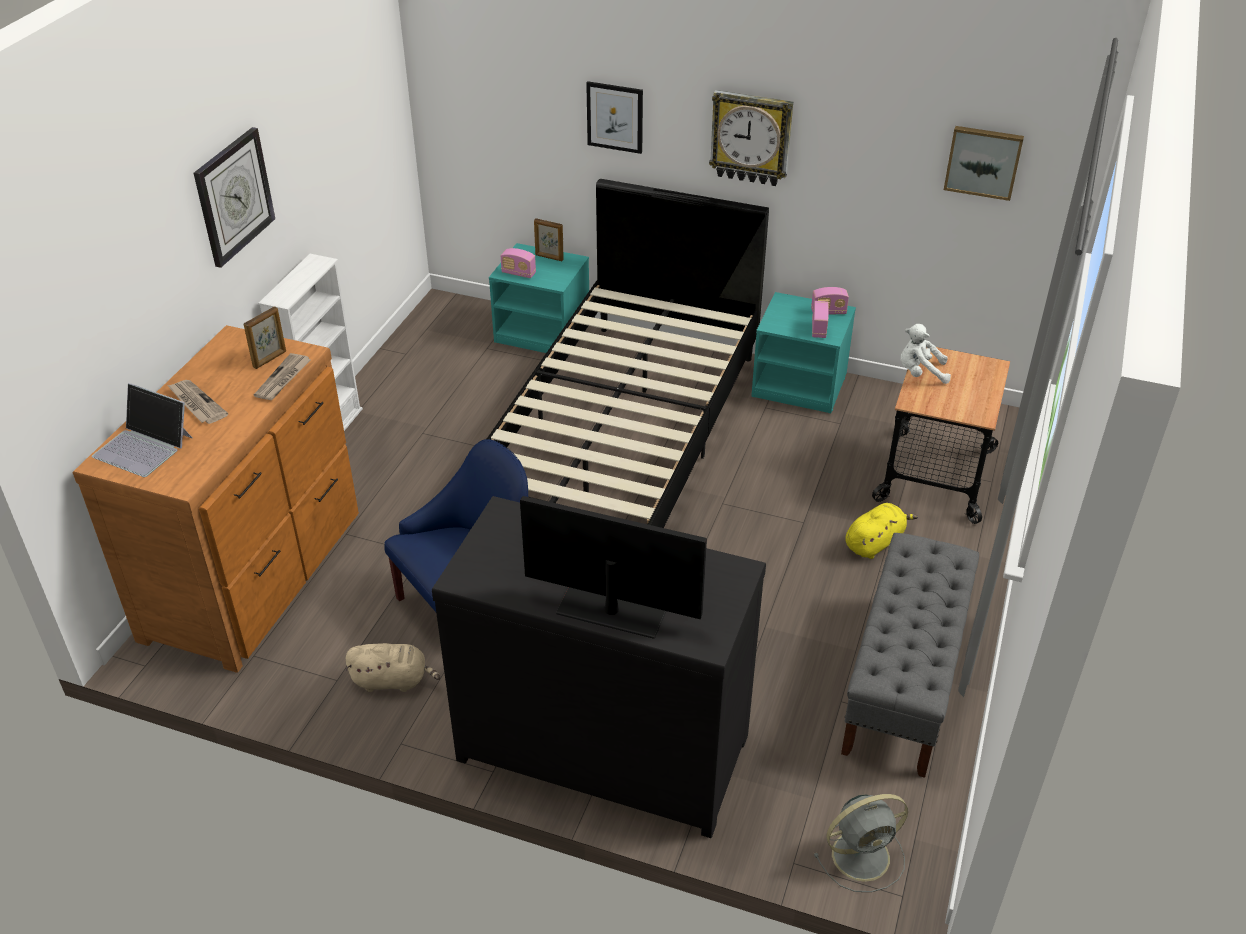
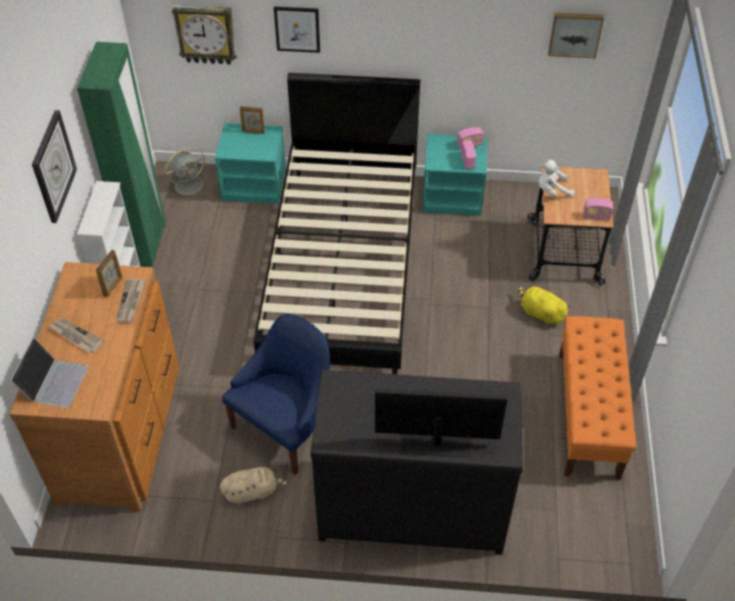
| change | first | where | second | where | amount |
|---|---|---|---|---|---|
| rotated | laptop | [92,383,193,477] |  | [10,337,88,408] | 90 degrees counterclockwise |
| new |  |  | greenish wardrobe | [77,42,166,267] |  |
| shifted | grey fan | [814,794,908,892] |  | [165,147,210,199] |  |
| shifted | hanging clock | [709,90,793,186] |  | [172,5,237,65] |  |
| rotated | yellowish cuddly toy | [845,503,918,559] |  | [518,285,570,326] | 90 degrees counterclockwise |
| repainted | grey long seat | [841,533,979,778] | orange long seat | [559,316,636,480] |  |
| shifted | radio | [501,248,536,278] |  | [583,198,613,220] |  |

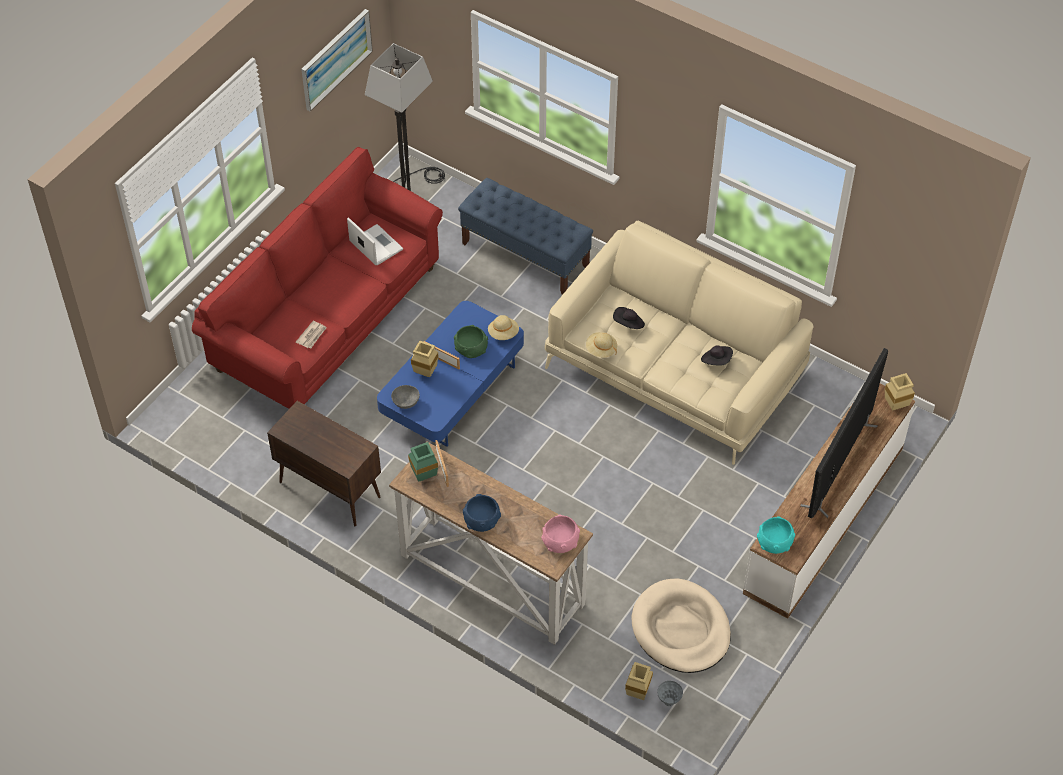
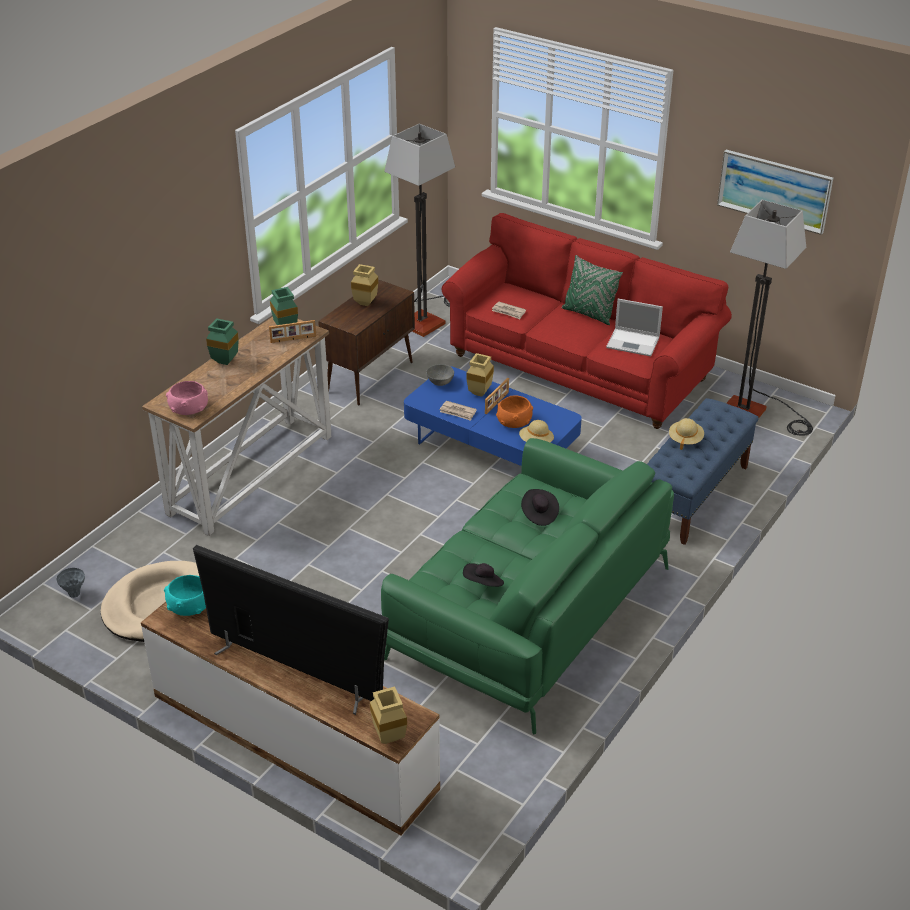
| change | first | where | second | where | amount |
|---|---|---|---|---|---|
| swapped | blue-coloured deep dish | [463,494,501,532] | greenish flower vase | [206,318,239,365] |  |
| shifted | beige-coloured flower vase | [625,662,653,700] |  | [351,264,378,306] |  |
| repainted | beige-coloured settee | [545,220,814,465] | greenish settee | [381,438,674,734] |  |
| new |  |  | standing lamp | [384,124,455,337] |  |
| new |  |  | printed paper | [440,401,477,421] |  |
| repainted | greenish deep dish | [454,325,488,358] | orange deep dish | [496,395,533,428] |  |
| new |  |  | greenish cushion | [562,255,623,325] |  |
| rotated | laptop | [347,217,403,265] |  | [606,299,663,356] | 60 degrees clockwise |
| shifted | beige-coloured clothing hat | [586,332,617,357] |  | [669,418,704,450] |  |

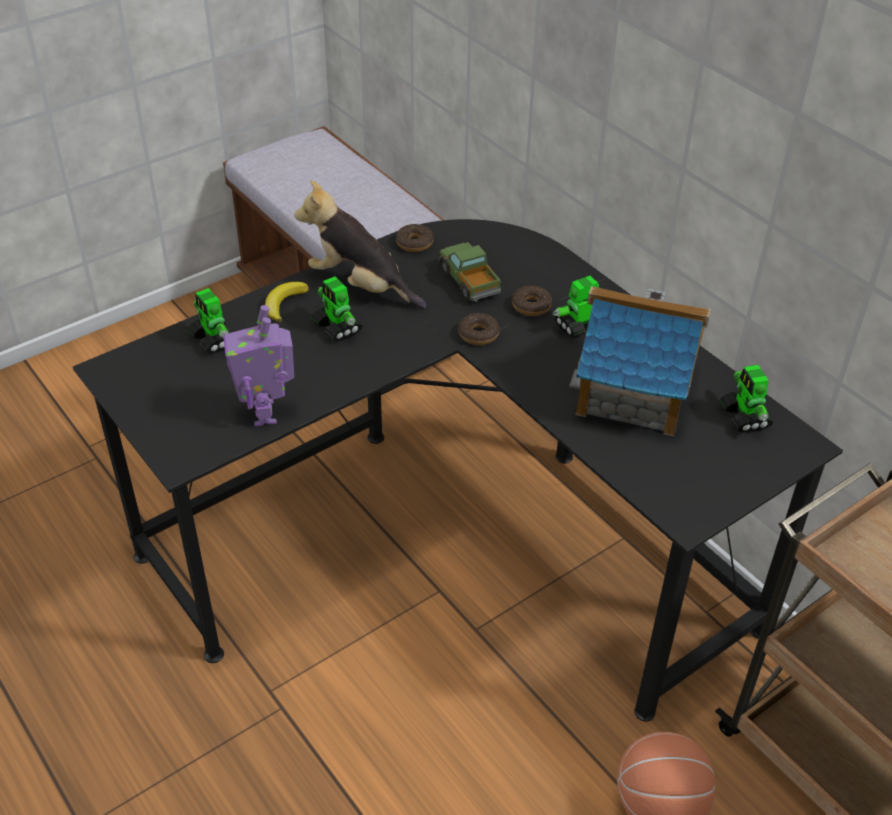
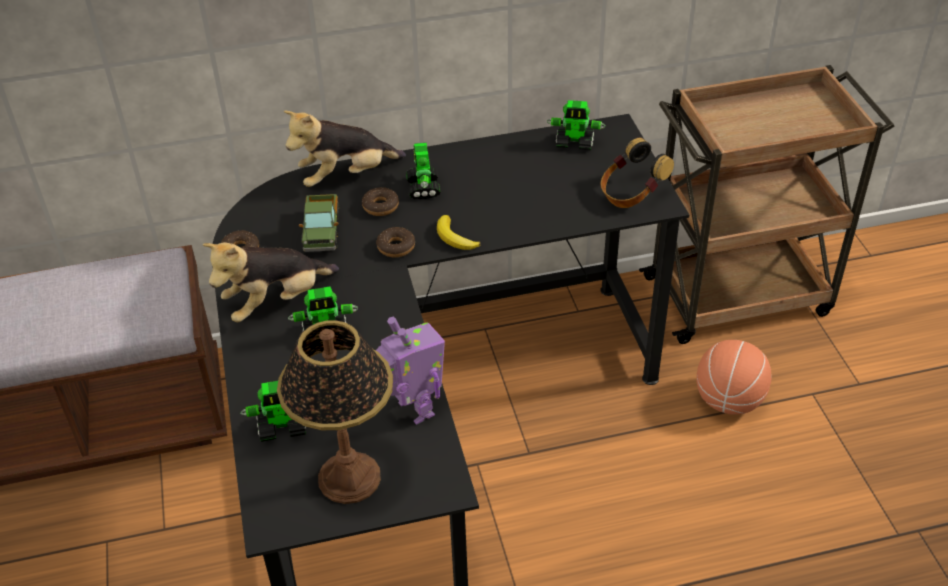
| change | first | where | second | where | amount |
|---|---|---|---|---|---|
| new |  |  | table lamp | [277,320,393,504] |  |
| new |  |  | cuddly toy | [284,110,406,187] |  |
| rotated | toy truck | [440,242,501,302] |  | [299,194,340,252] | 90 degrees counterclockwise |
| rotated | toy robot | [223,305,294,426] |  | [376,317,445,425] | 135 degrees counterclockwise |
| shifted | banana fruit | [265,282,309,322] |  | [437,215,480,250] |  |
| new |  |  | headset | [600,138,674,208] |  |
| gone | model house | [569,286,711,436] |  |  |  |

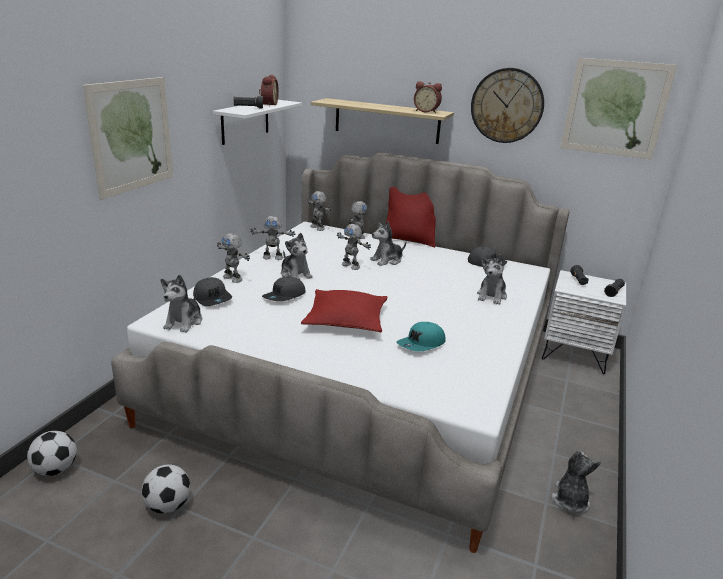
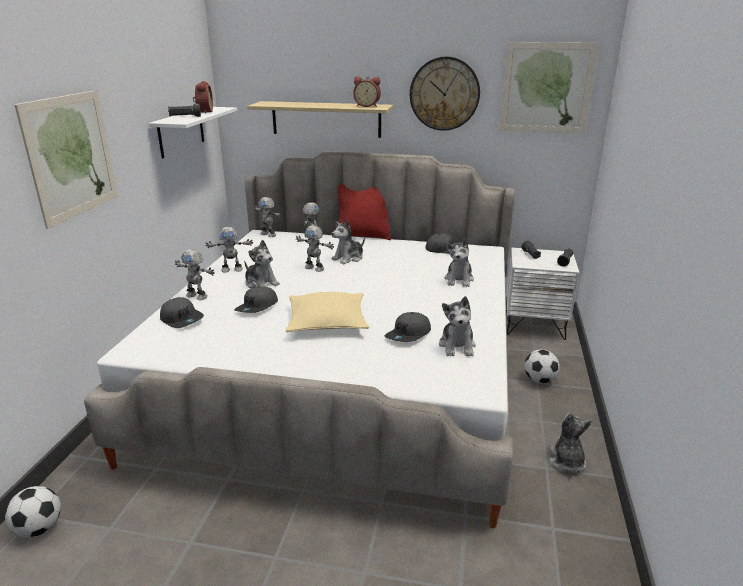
| change | first | where | second | where | amount |
|---|---|---|---|---|---|
| repainted | red cushion | [301,289,388,332] | beige-coloured cushion | [285,292,369,332] |  |
| repainted | blue-green cap | [396,322,446,351] | grey cap | [385,312,431,342] |  |
| shifted | cuddly toy | [161,275,202,333] |  | [439,296,476,356] |  |
| shifted | ball for football | [141,464,190,514] |  | [524,349,560,383] |  |

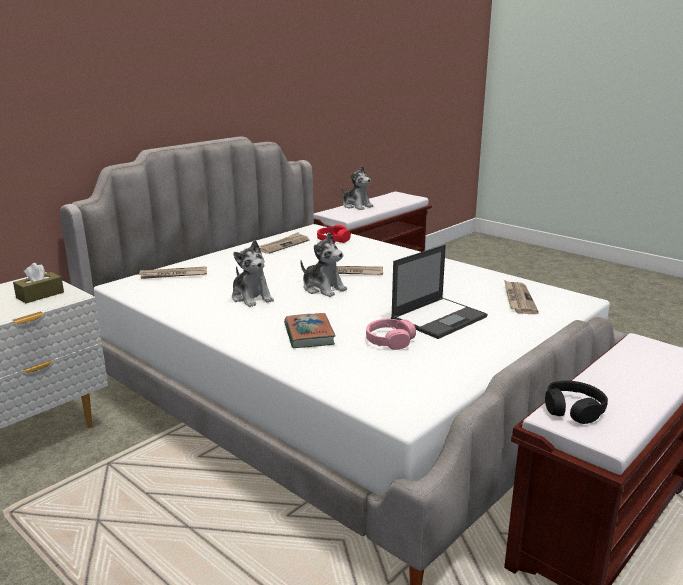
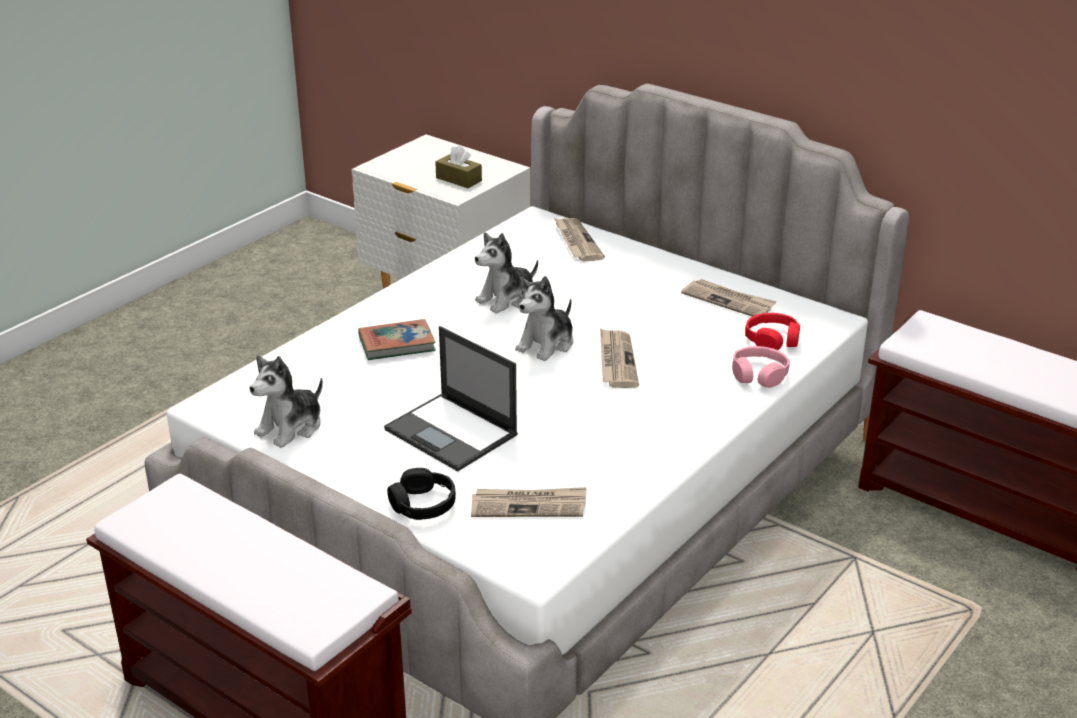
| change | first | where | second | where | amount |
|---|---|---|---|---|---|
| shifted | cuddly toy | [341,166,373,210] |  | [250,355,323,448] |  |
| shifted | black headset | [545,380,608,424] |  | [387,468,456,520] |  |
| shifted | pink headset | [366,319,416,350] |  | [732,346,790,388] |  |

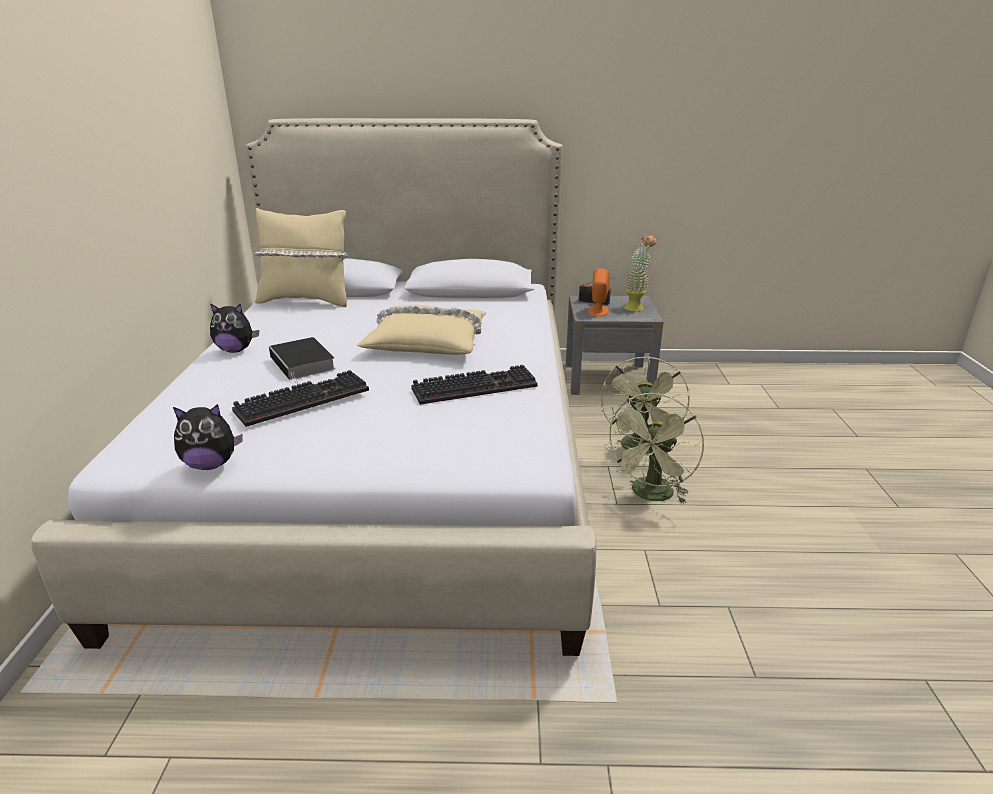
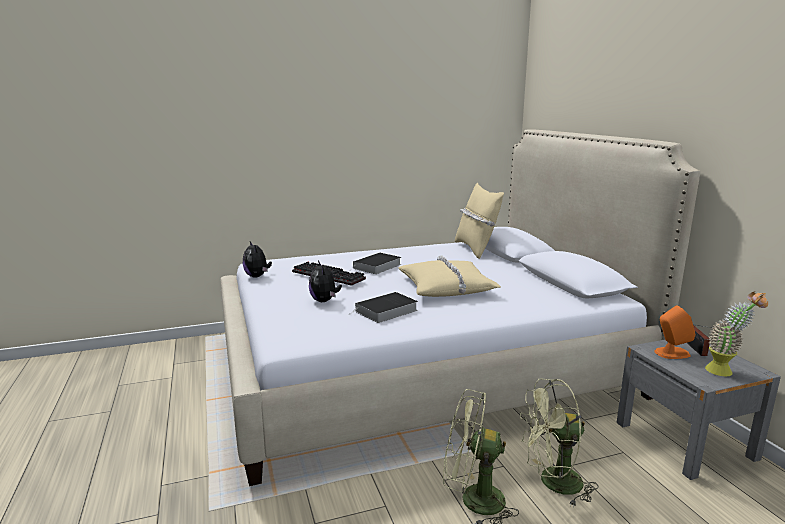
| change | first | where | second | where | amount |
|---|---|---|---|---|---|
| shifted | cuddly toy | [210,303,259,353] |  | [309,260,342,302] |  |
| swapped | PC keyboard | [411,365,538,405] | book | [350,292,418,323] |  |

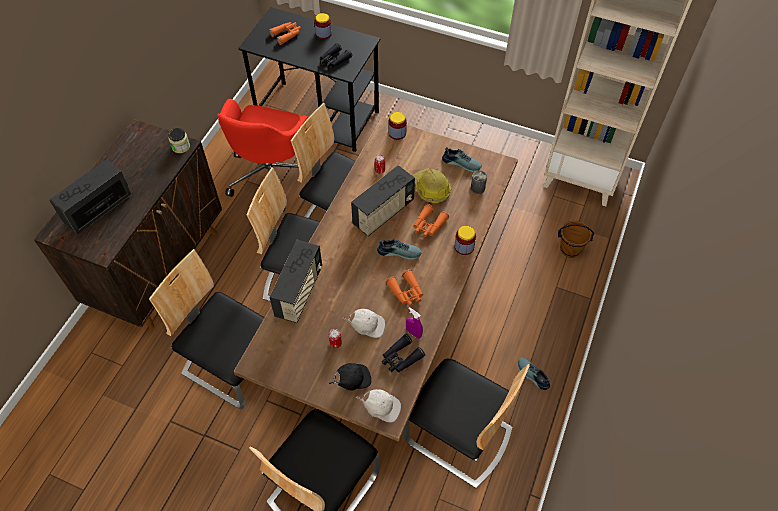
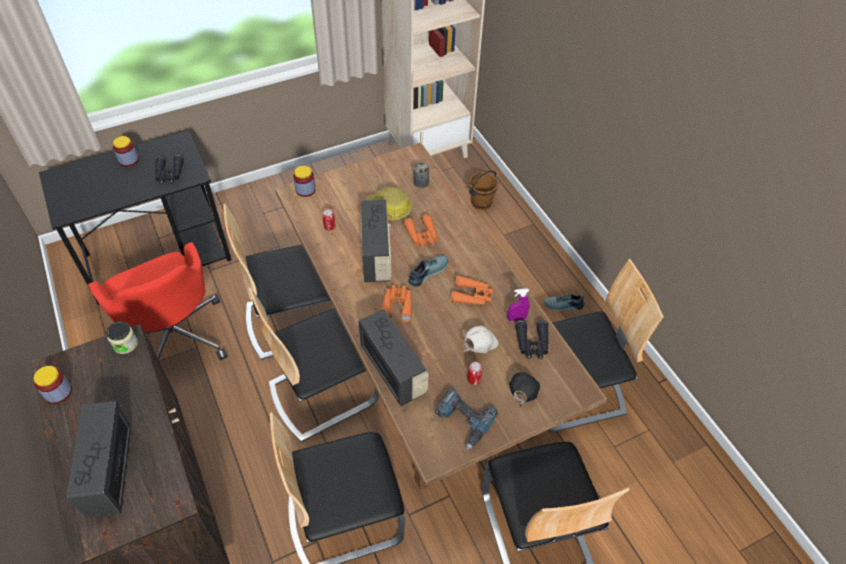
| change | first | where | second | where | amount |
|---|---|---|---|---|---|
| shifted | jar | [455,226,476,255] |  | [34,366,72,404] |  |
| shifted | orange field glasses | [269,22,301,45] |  | [381,285,412,322] |  |
| new |  |  | power drill | [435,388,498,450] |  |
| gone | white cap | [356,389,401,422] |  |  |  |
| gone | shoe | [442,147,482,172] |  |  |  |

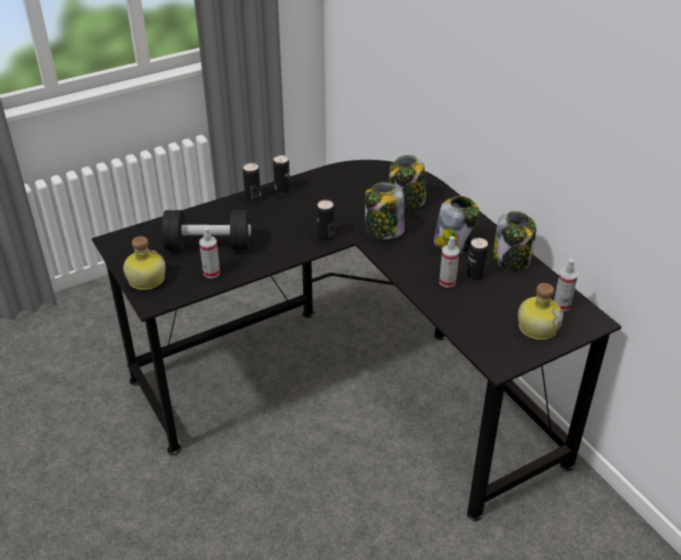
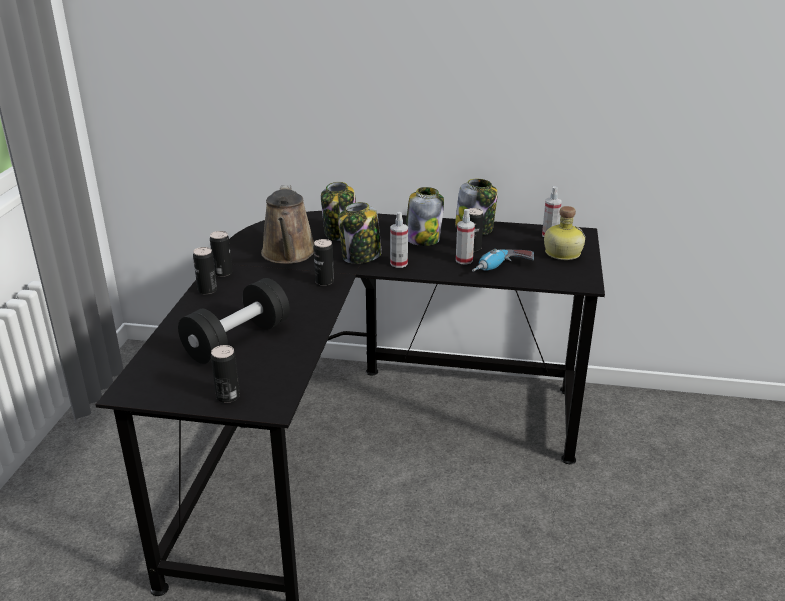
| change | first | where | second | where | amount |
|---|---|---|---|---|---|
| swapped | beverage bottle | [123,236,166,290] | can | [211,345,240,403] |  |
| new |  |  | brownish watering pot | [261,185,314,264] |  |
| shifted | spray bottle | [199,228,220,278] |  | [390,212,408,268] |  |
| new |  |  | power drill | [472,249,534,272] |  |

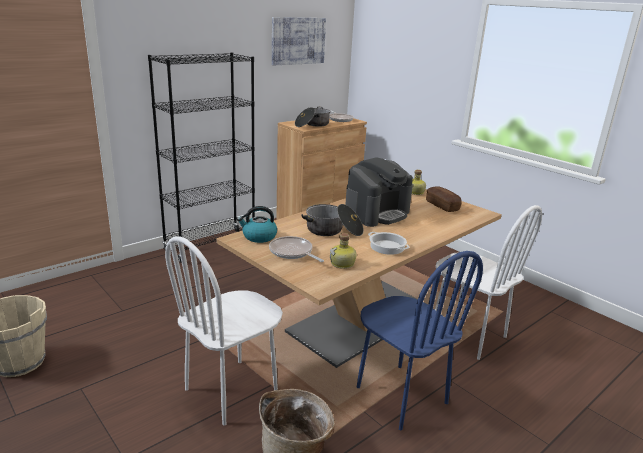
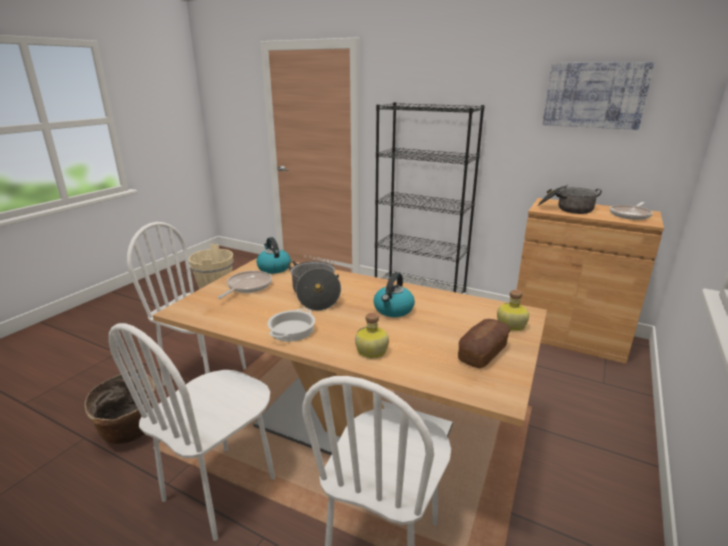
| change | first | where | second | where | amount |
|---|---|---|---|---|---|
| repainted | blue-coloured plain chair | [357,251,483,430] | white plain chair | [109,323,275,541] |  |
| shifted | beverage bottle | [330,233,357,269] |  | [355,313,389,359] |  |
| swapped | coffee brewer | [345,157,413,227] | water kettle | [374,272,415,317] |  |

